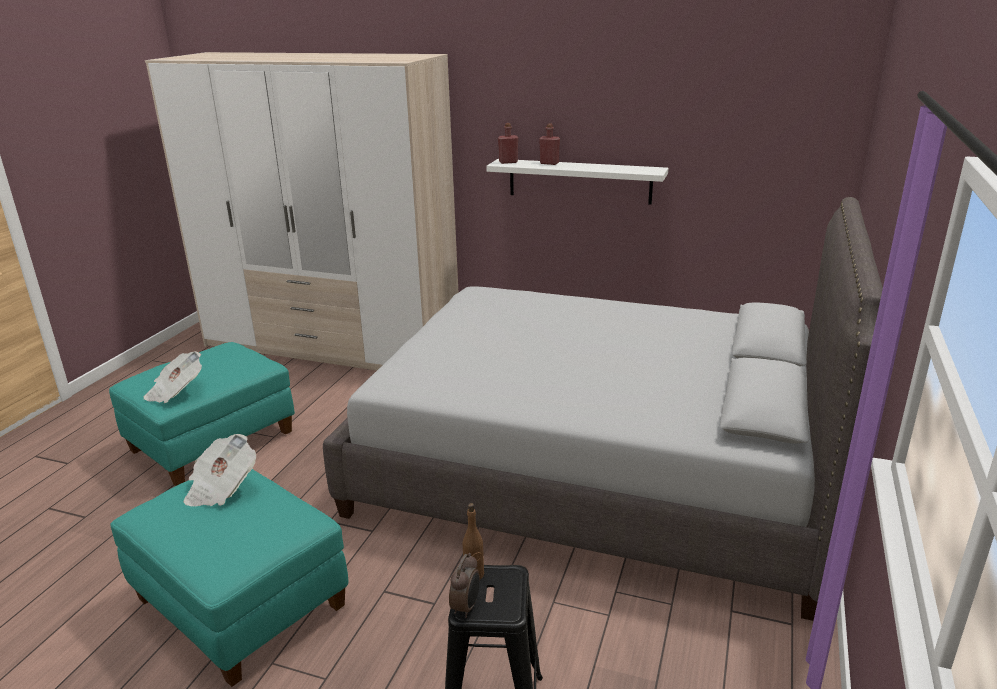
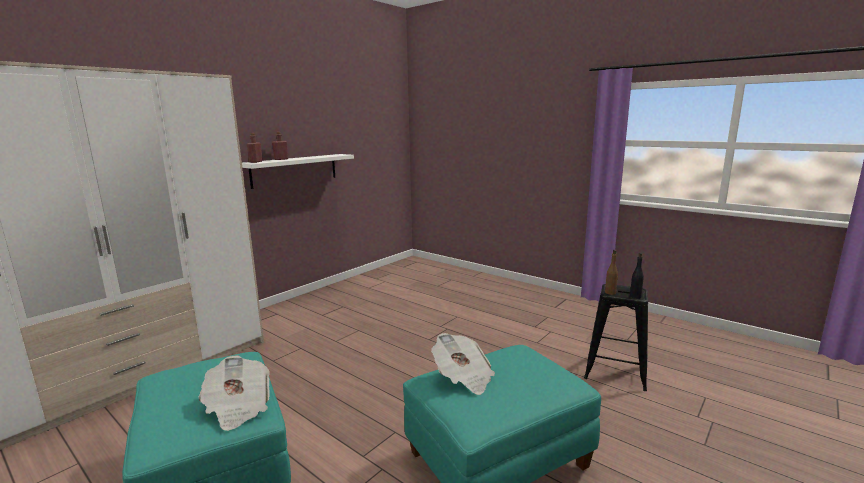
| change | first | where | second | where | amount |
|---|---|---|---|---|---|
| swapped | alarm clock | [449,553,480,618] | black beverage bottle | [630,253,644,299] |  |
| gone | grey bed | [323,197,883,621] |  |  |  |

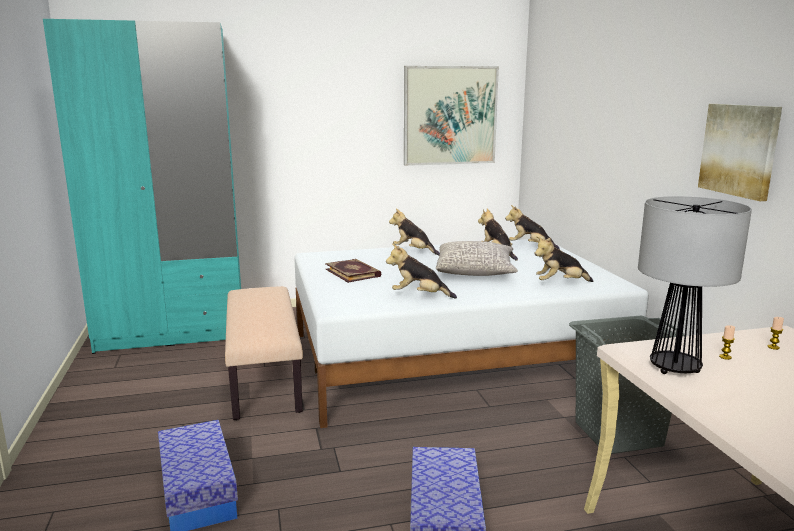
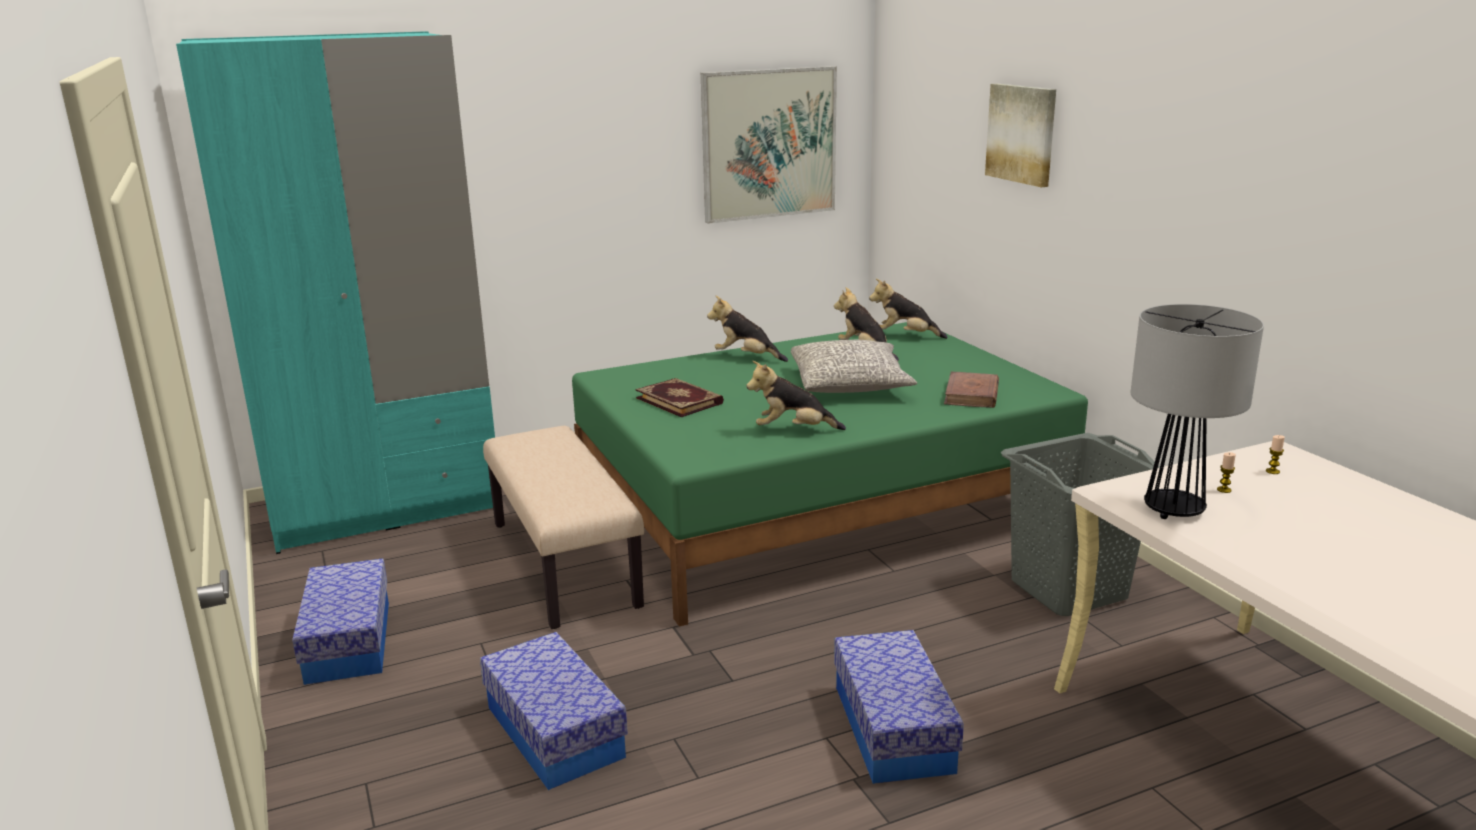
| change | first | where | second | where | amount |
|---|---|---|---|---|---|
| new |  |  | storage container | [292,558,389,685] |  |
| repainted | white bed | [294,239,649,428] | greenish bed | [572,322,1088,627] |  |
| swapped | cuddly toy | [534,236,593,282] | brownish book | [944,372,999,408] |  |
| shifted | picture | [698,104,782,201] |  | [985,84,1056,188] |  |

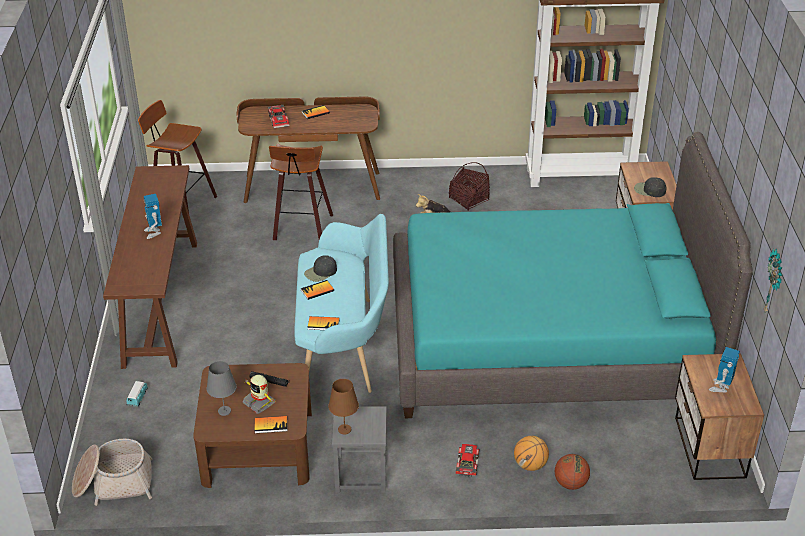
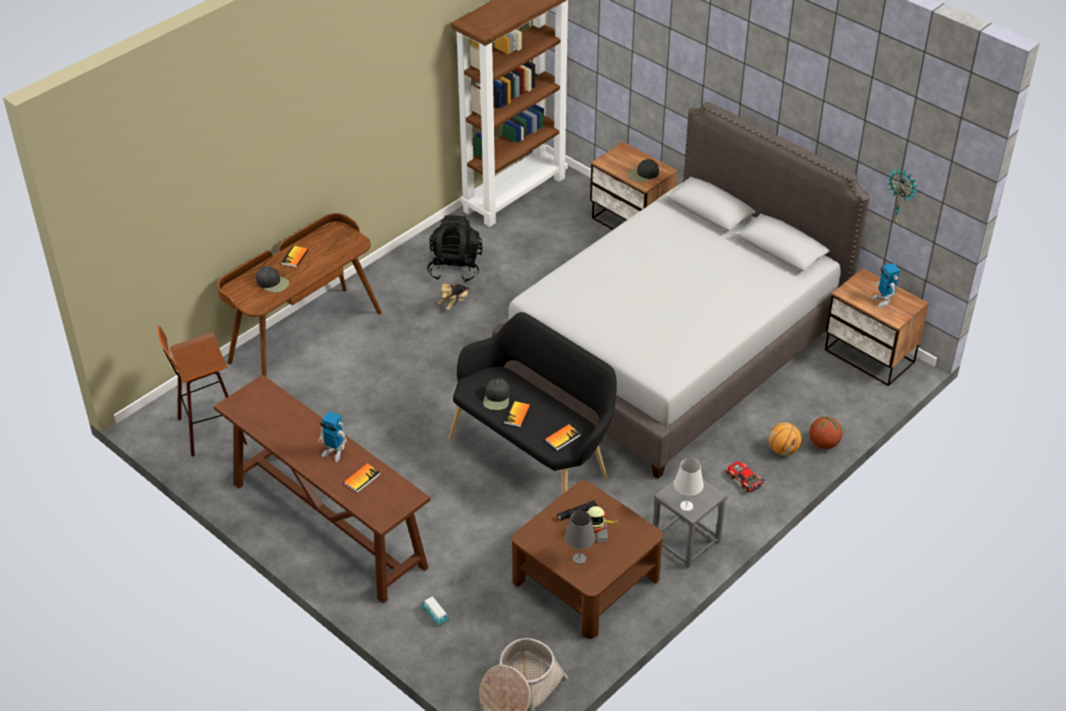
| change | first | where | second | where | amount |
|---|---|---|---|---|---|
| swapped | toy car | [268,105,289,129] | black cap | [256,266,289,293] |  |
| shifted | book | [255,416,287,433] |  | [343,464,380,493] |  |
| swapped | storage basket | [449,162,490,211] | black rucksack | [427,215,483,282] |  |
| repainted | blue-green long seat | [294,214,389,393] | black long seat | [449,312,617,494] |  |
| repainted | blue-green bed | [393,132,753,418] | grey bed | [492,102,870,479] |  |
| repainted | brownish table lamp | [328,379,359,435] | white table lamp | [674,458,704,511] |  |
| gone | stool seat | [269,144,333,240] |  |  |  |

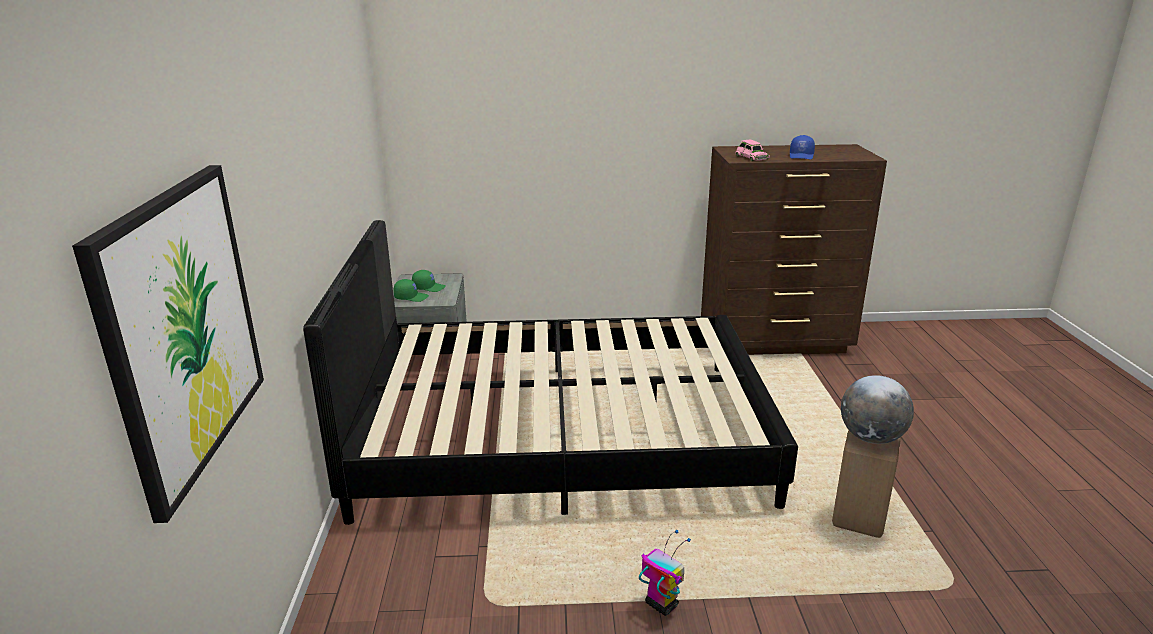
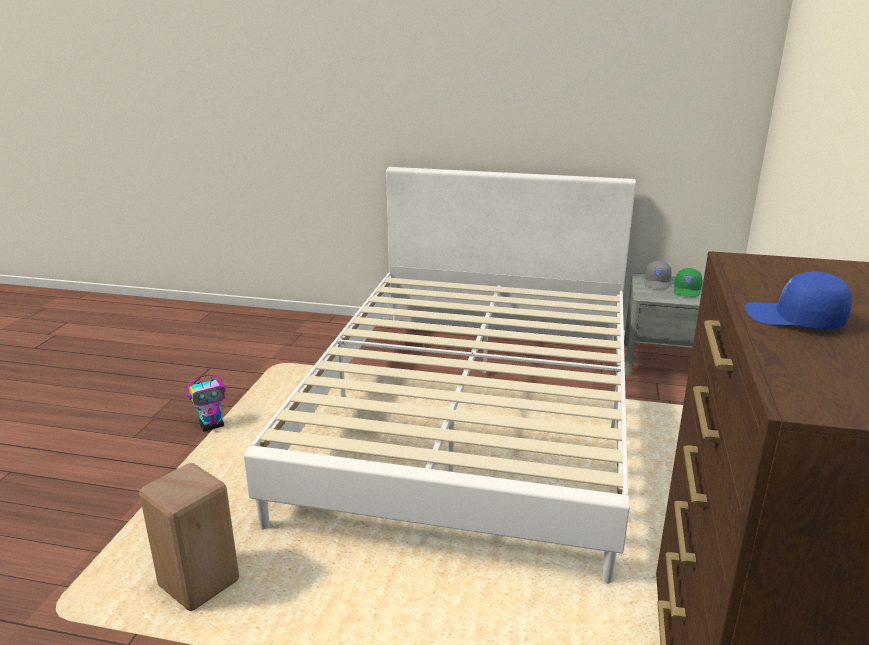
| change | first | where | second | where | amount |
|---|---|---|---|---|---|
| repainted | black bed | [303,220,798,525] | white bed | [244,167,636,584] |  |
| repainted | greenish cap | [393,279,429,302] | grey cap | [644,261,672,289] |  |
| gone | picture | [72,165,264,523] |  |  |  |
| gone | pink toy car | [735,139,770,161] |  |  |  |
| gone | desk globe | [841,375,914,444] |  |  |  |

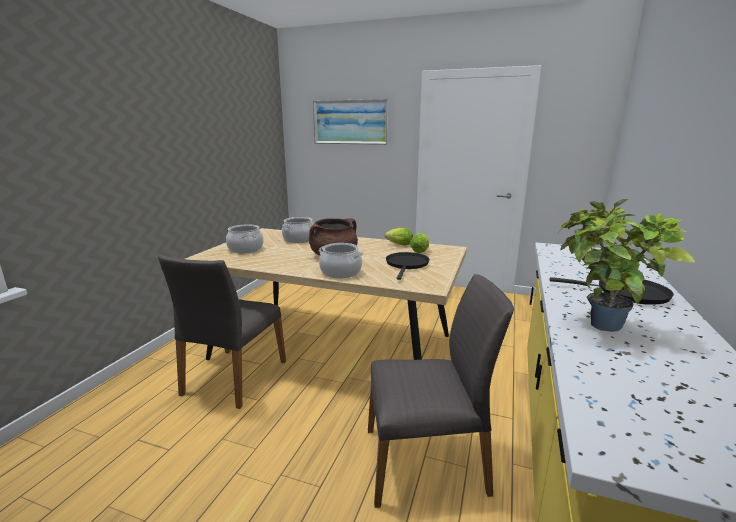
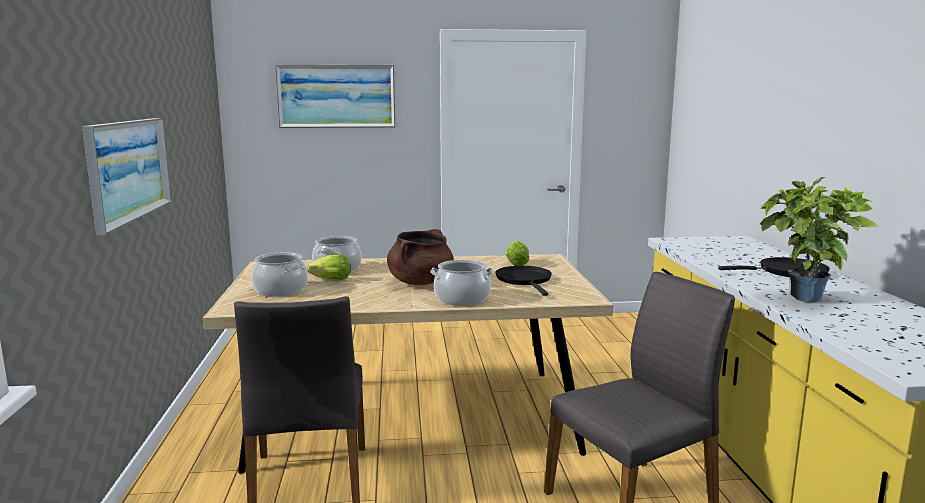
| change | first | where | second | where | amount |
|---|---|---|---|---|---|
| new |  |  | picture | [82,118,171,235] |  |
| shifted | lettuce head | [385,228,413,245] |  | [307,254,351,281] |  |

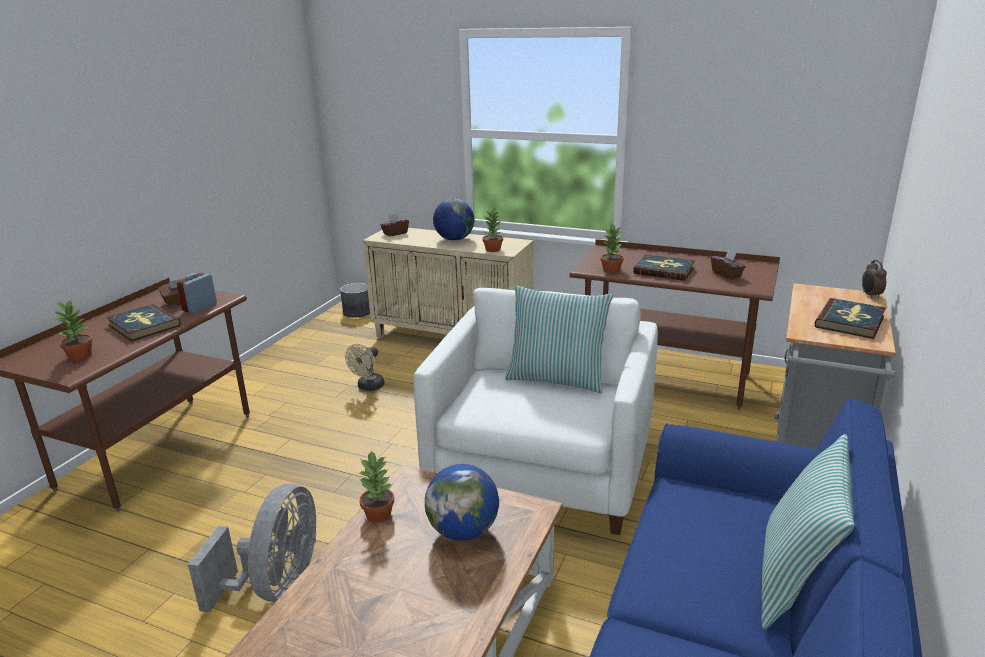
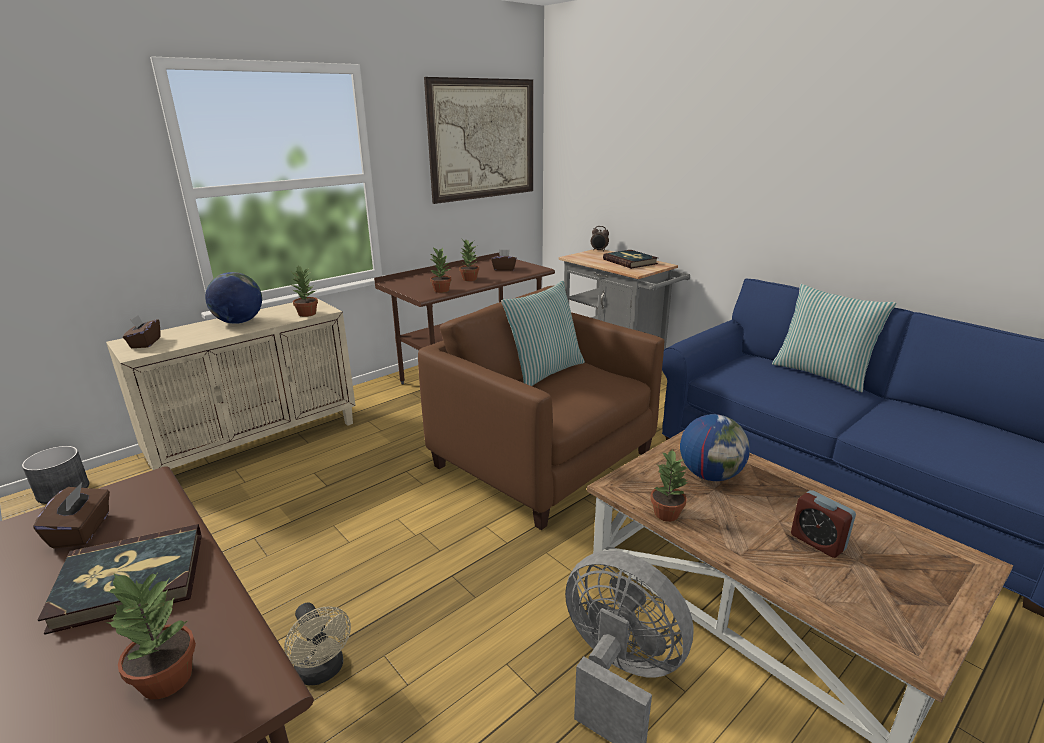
| change | first | where | second | where | amount |
|---|---|---|---|---|---|
| shifted | beige-coloured fan | [345,344,385,391] |  | [284,602,351,685] |  |
| repainted | white easy chair | [414,288,658,535] | brownish easy chair | [418,286,664,530] |  |
| new |  |  | picture | [424,77,533,204] |  |
| swapped | book | [633,254,695,281] | houseplant | [459,240,479,281] |  |
| shifted | alarm clock | [177,273,217,313] |  | [791,490,856,558] |  |

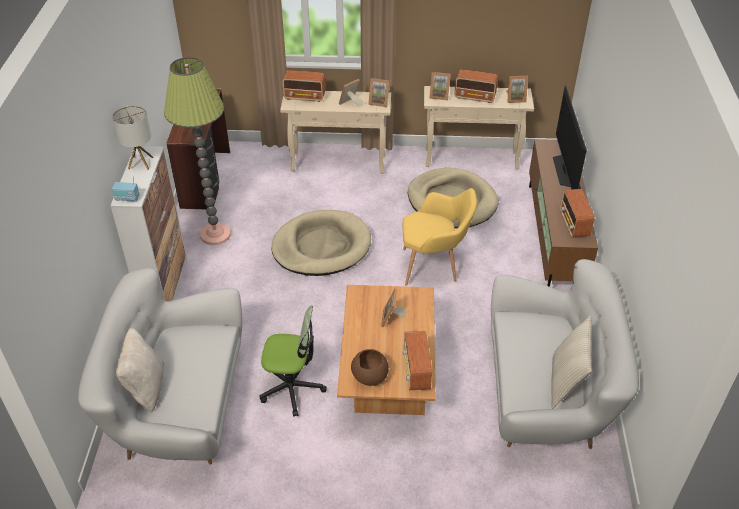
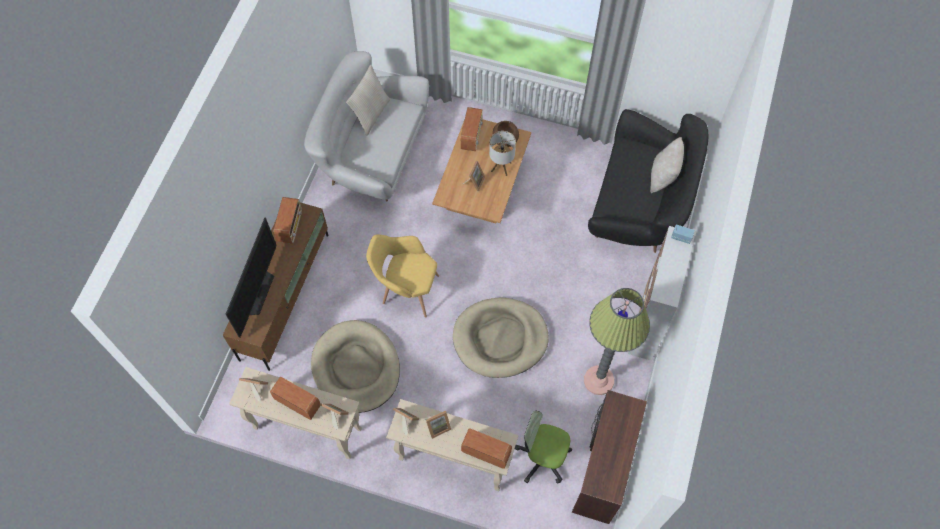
| change | first | where | second | where | amount |
|---|---|---|---|---|---|
| shifted | table lamp | [112,105,153,170] |  | [489,131,516,176] |  |
| shifted | office chair | [259,306,327,417] |  | [515,410,572,483] |  |
| repainted | white settee | [78,268,242,464] | black settee | [588,109,708,253] |  |

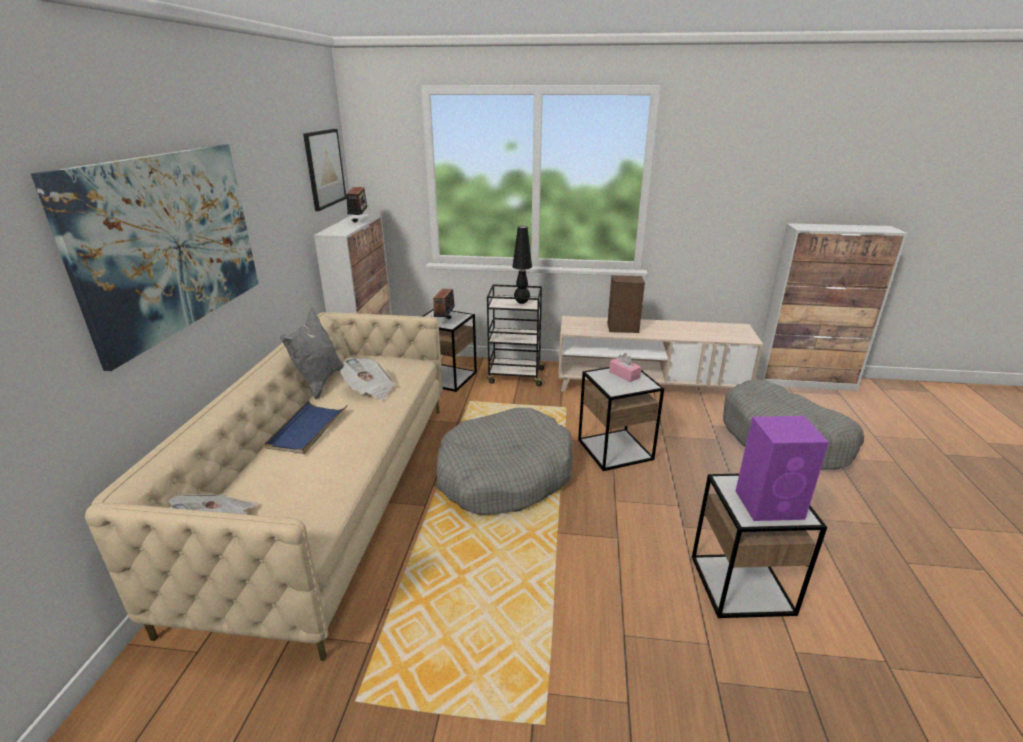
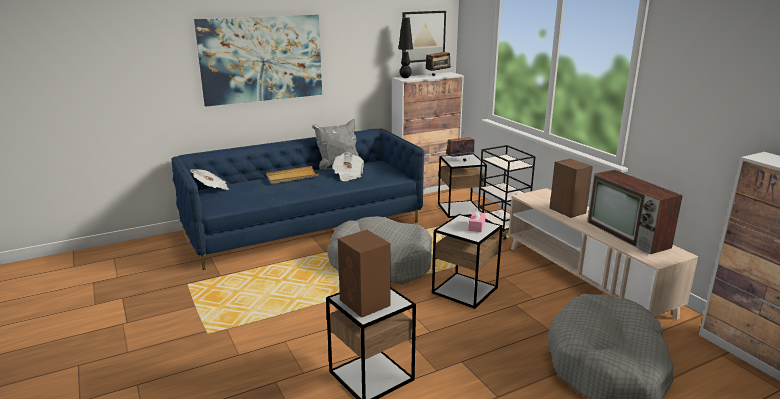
| change | first | where | second | where | amount |
|---|---|---|---|---|---|
| repainted | beige-coloured settee | [85,312,443,661] | blue-coloured settee | [171,128,424,270] |  |
| repainted | blue-coloured serving tray | [264,400,347,454] | beige-coloured serving tray | [266,166,319,184] |  |
| repainted | purple-coloured audio speaker | [736,416,829,521] | brownish audio speaker | [338,230,391,318] |  |
| shifted | black table lamp | [512,226,532,304] |  | [398,17,413,78] |  |
| new |  |  | television | [587,170,683,254] |  |

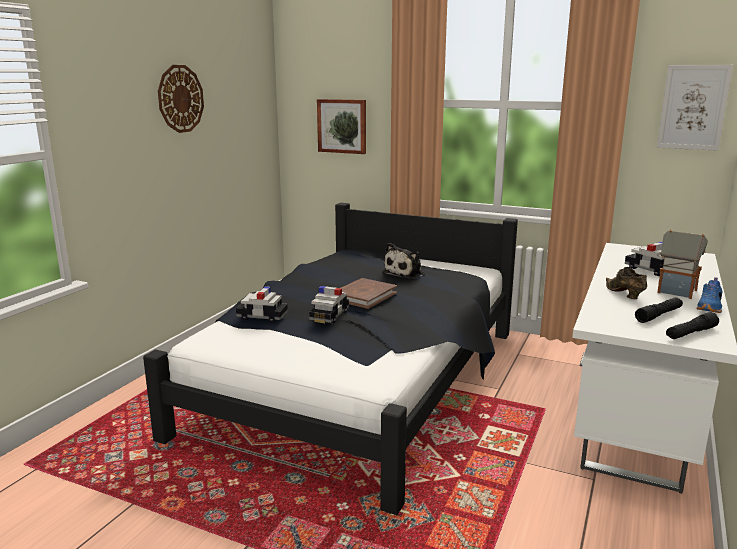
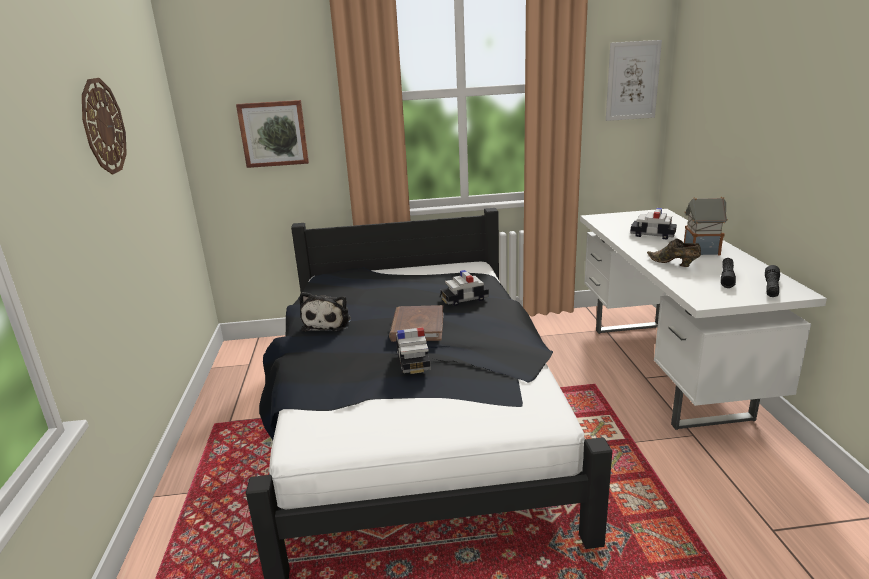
| change | first | where | second | where | amount |
|---|---|---|---|---|---|
| shifted | cuddly toy | [382,243,425,279] |  | [299,292,351,332] |  |
| shifted | toy car | [236,286,288,322] |  | [441,270,489,306] |  |
| gone | blue-coloured shoe | [696,277,723,313] |  |  |  |

